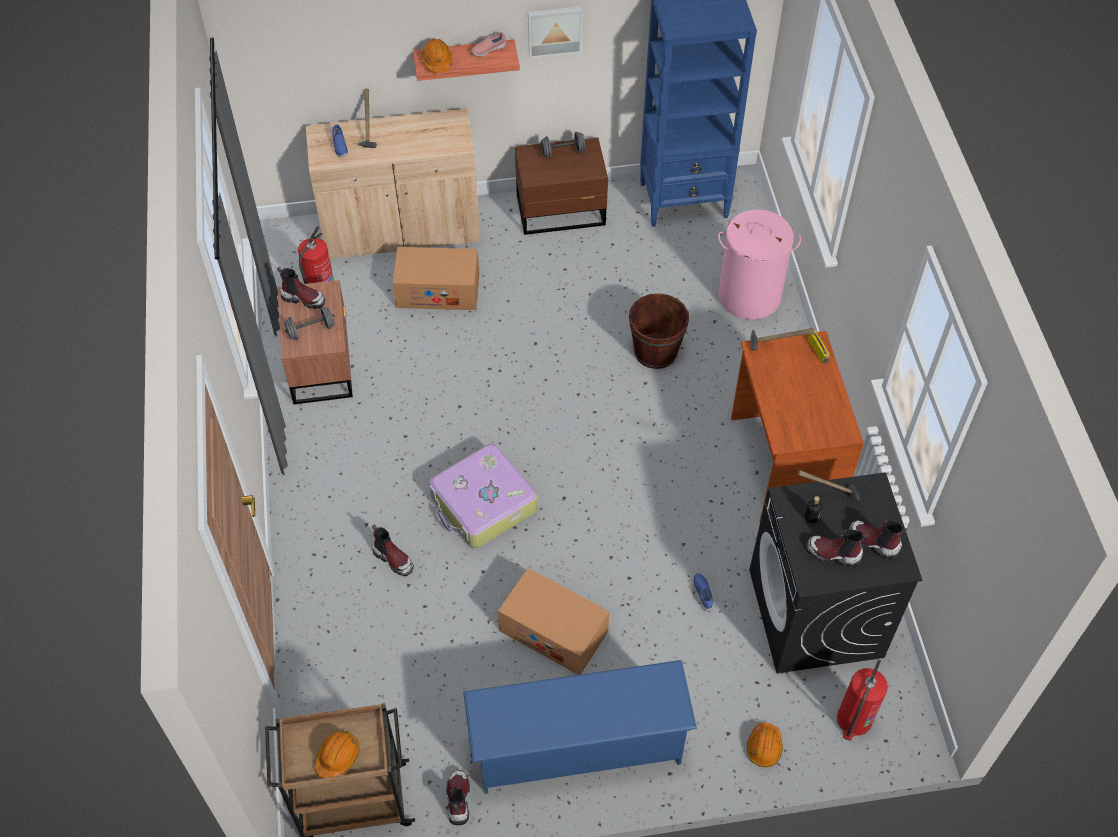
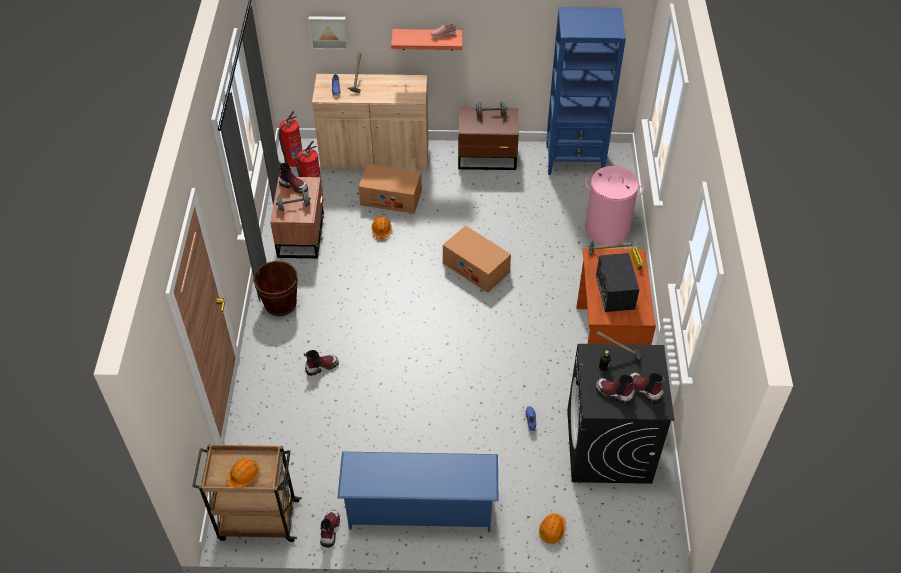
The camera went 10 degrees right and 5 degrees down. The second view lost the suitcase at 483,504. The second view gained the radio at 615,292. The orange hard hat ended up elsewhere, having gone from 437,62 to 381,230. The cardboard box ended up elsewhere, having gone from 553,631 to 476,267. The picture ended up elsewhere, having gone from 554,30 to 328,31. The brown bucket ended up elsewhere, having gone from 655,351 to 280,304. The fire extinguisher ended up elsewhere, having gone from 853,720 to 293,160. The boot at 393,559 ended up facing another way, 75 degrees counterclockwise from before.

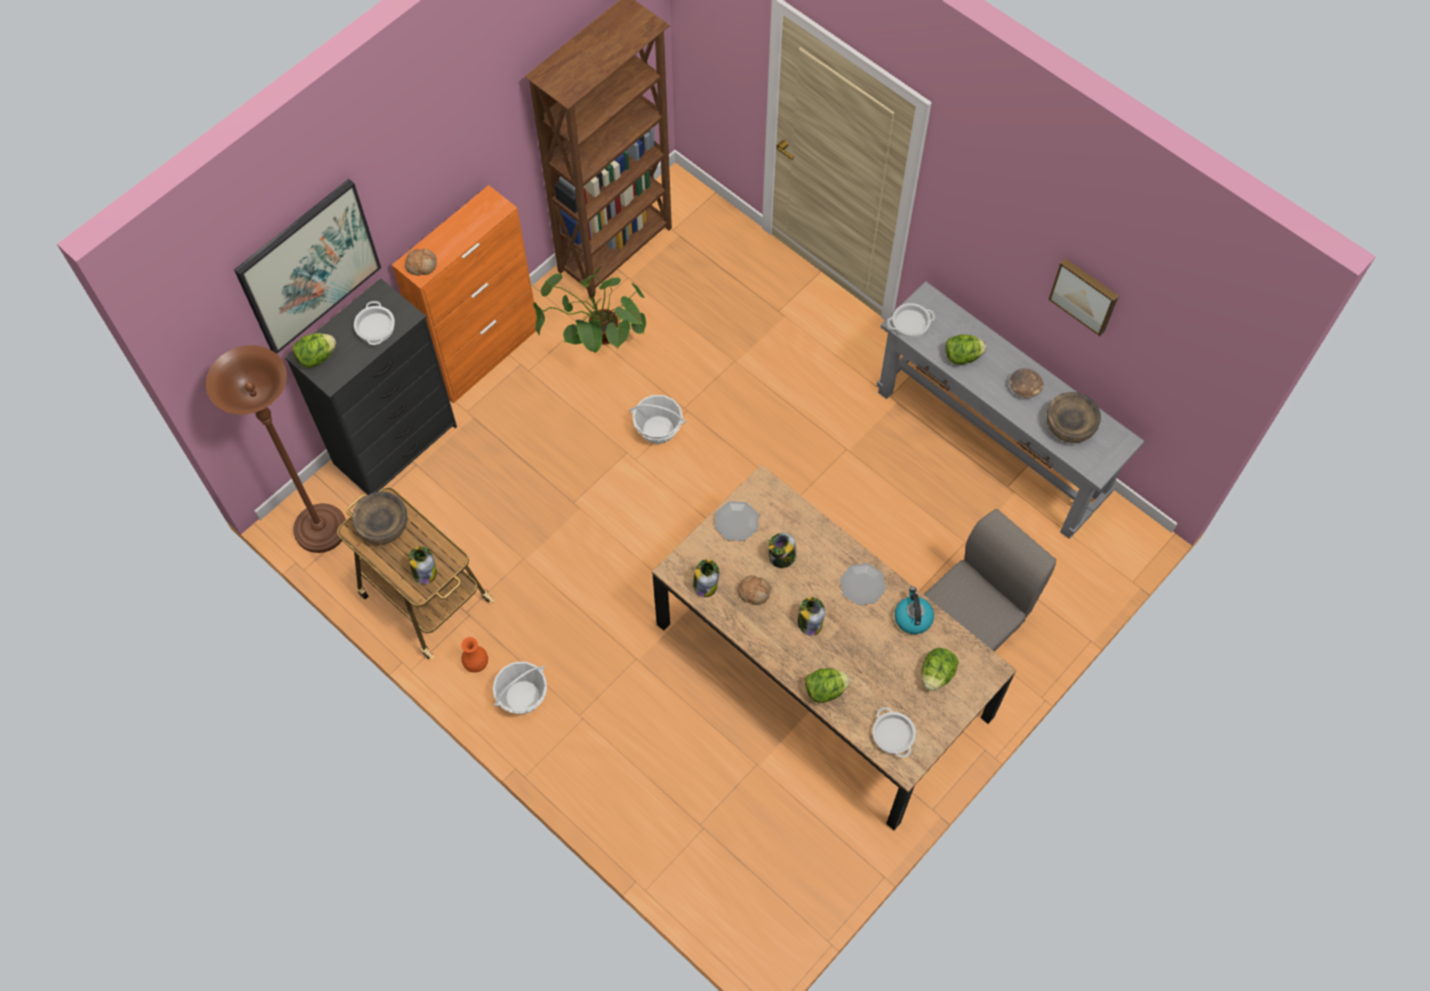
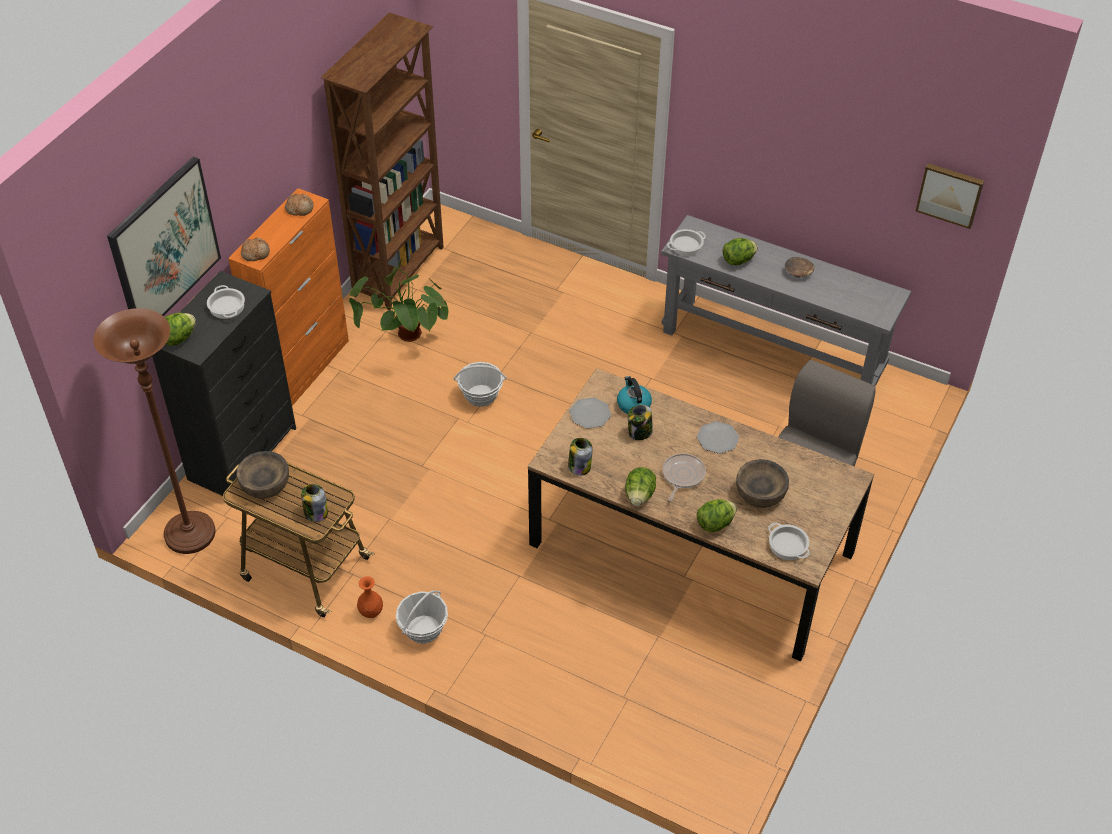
The camera went 15 degrees left and 15 degrees down. The bread ended up elsewhere, having gone from 754,591 to 300,208. The kettle ended up elsewhere, having gone from 912,617 to 633,404. The lettuce ended up elsewhere, having gone from 937,674 to 639,495. The brown bowl ended up elsewhere, having gone from 1069,425 to 760,493. The picture ended up elsewhere, having gone from 1085,295 to 950,194. Where the jar stood at 809,622, the frying pan came to stand at 682,476.

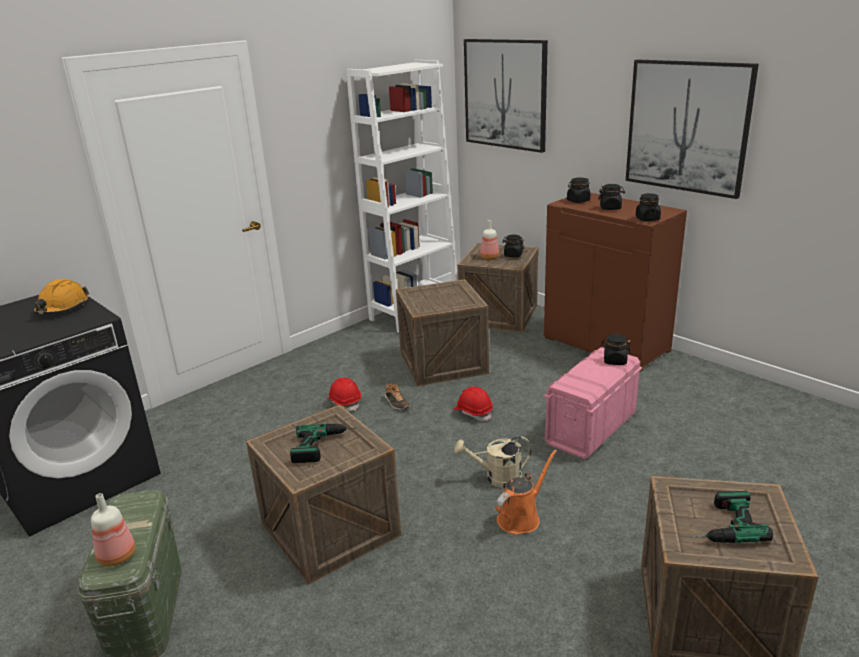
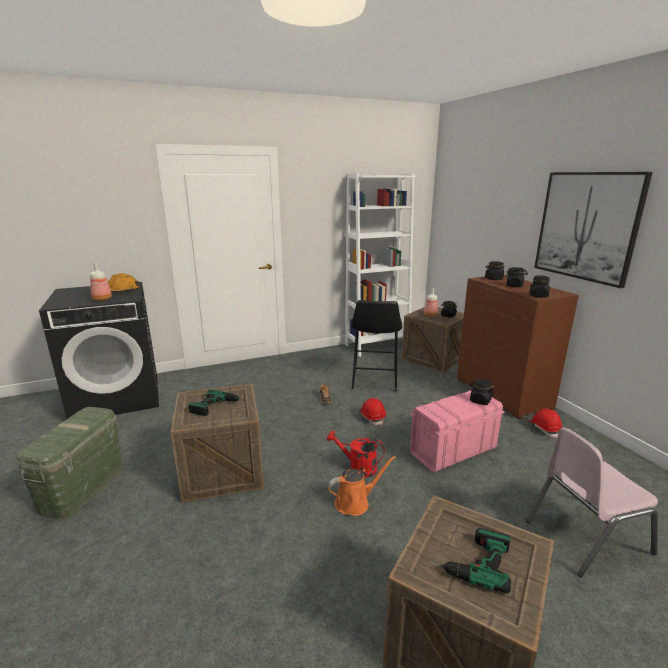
The camera went 20 degrees right and 5 degrees down. The second view lost the picture at 505,94. The second view gained the pink chair at 585,536. The bottle ended up elsewhere, having gone from 117,557 to 101,299. The red hard hat ended up elsewhere, having gone from 345,402 to 544,428. Where the crate stood at 443,363, the black stool came to stand at 374,380. What was the beige watering can at 497,478 turned into the red watering can at 357,467.

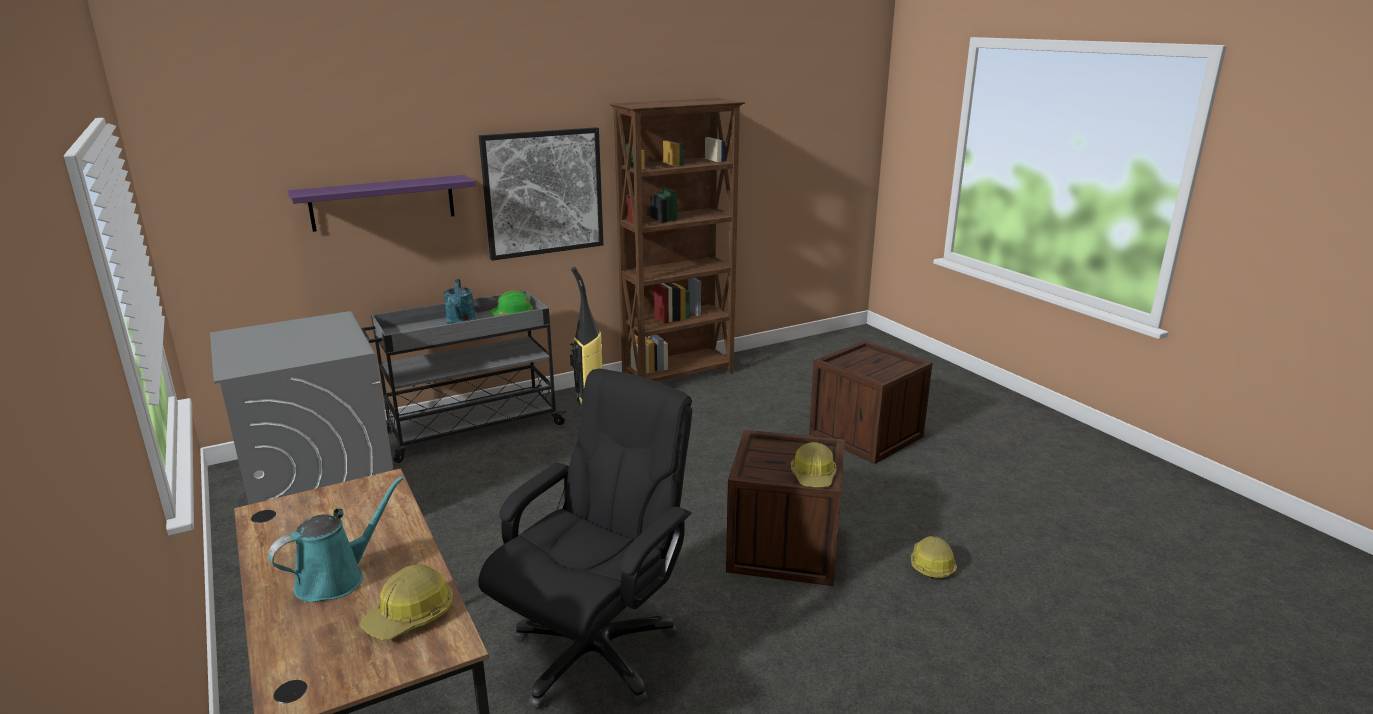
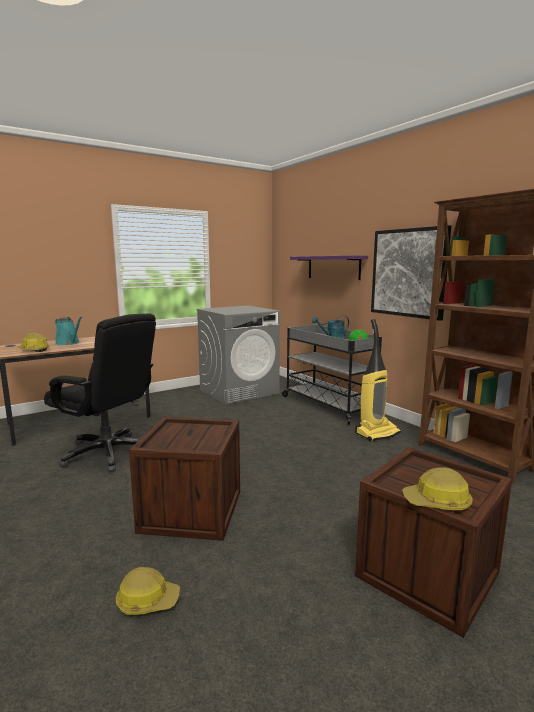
The camera went 85 degrees right and 10 degrees down. The hard hat ended up elsewhere, having gone from 813,476 to 437,502.

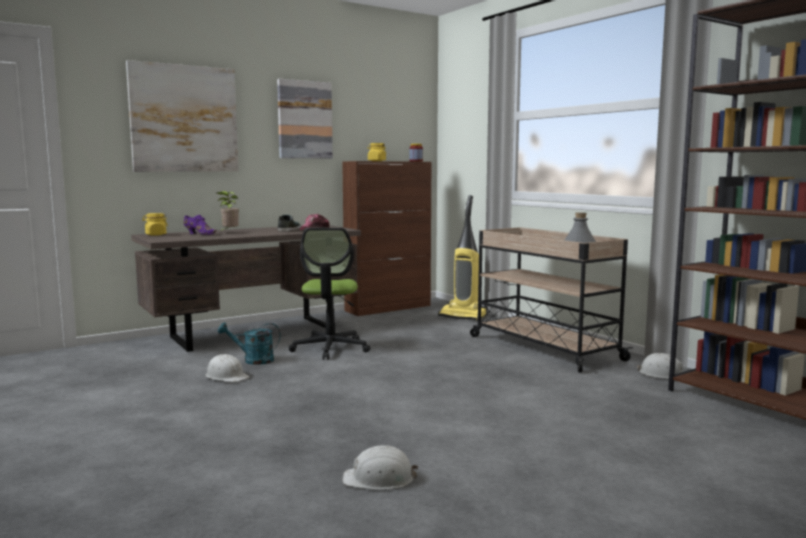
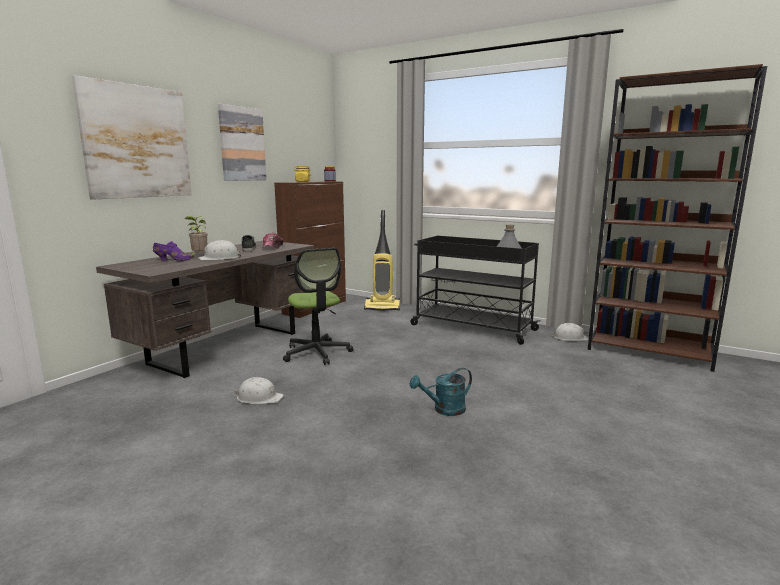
The camera went 25 degrees left and 5 degrees up. The second view lost the yellow jar at 155,234. The turquoise watering can ended up elsewhere, having gone from 253,360 to 444,410. The white hard hat ended up elsewhere, having gone from 379,479 to 220,258. What was the beige cart at 542,347 turned into the black cart at 471,327.

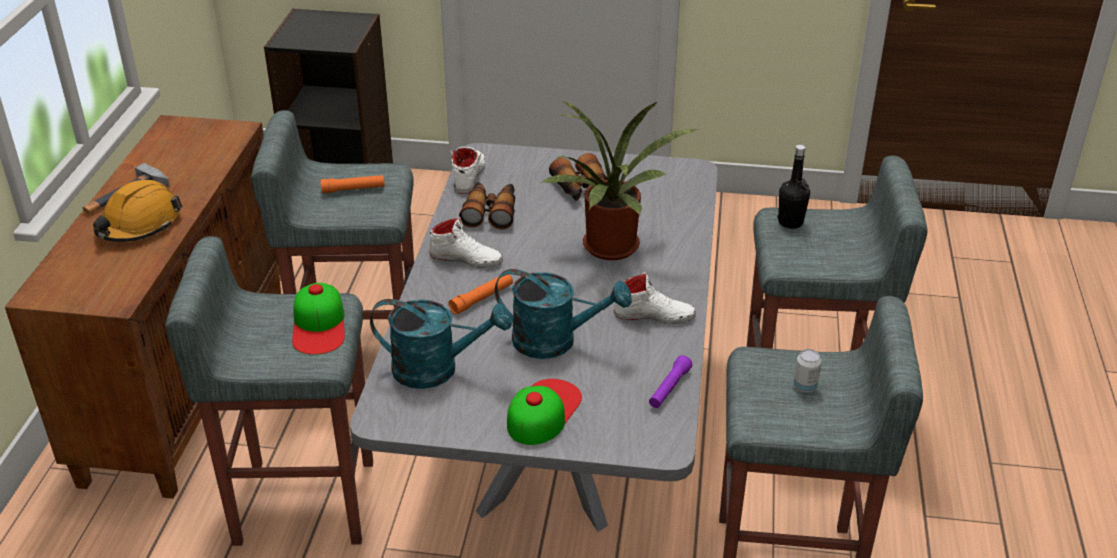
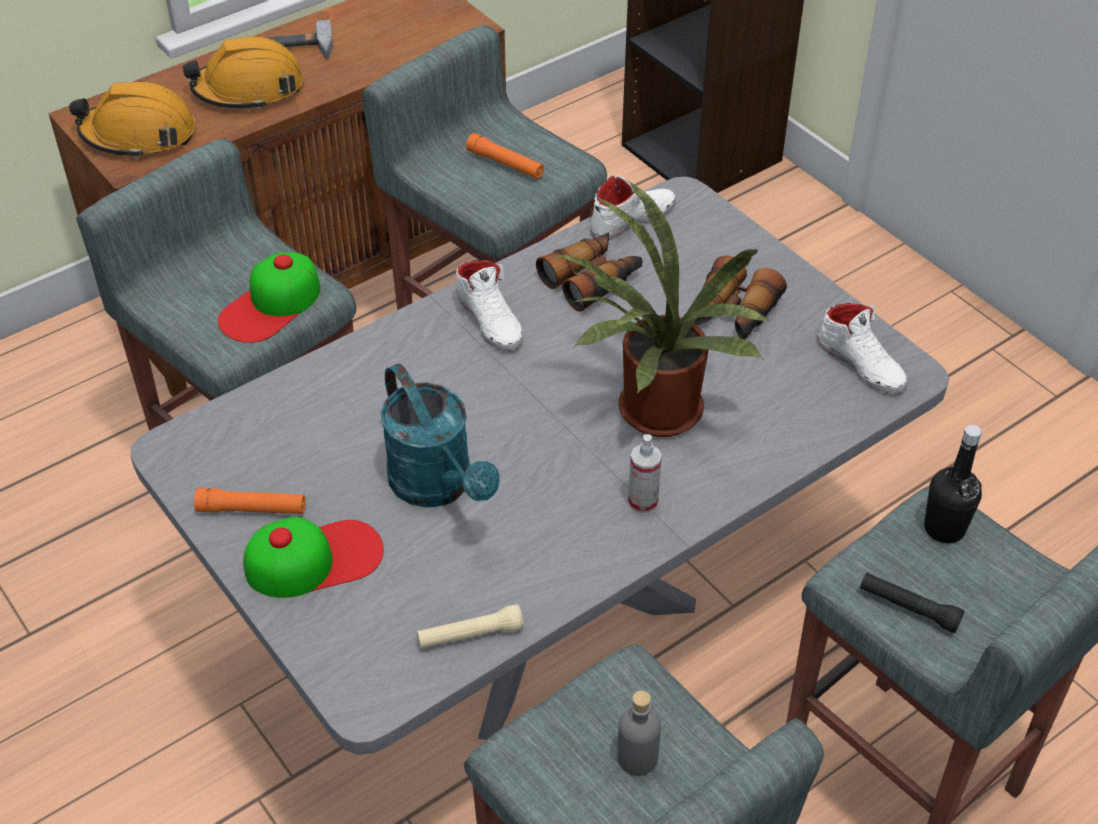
The camera went 45 degrees right and 10 degrees up. The second view lost the turquoise watering can at 437,369. The second view gained the orange hard hat at 139,135. The second view gained the spray bottle at 643,502. The second view gained the black flashlight at 908,608. The orange flashlight ended up elsewhere, having gone from 482,298 to 252,509. The white shoe ended up elsewhere, having gone from 654,314 to 861,363. Where the can stood at 805,387, the grey bottle came to stand at 637,758. What was the purple flashlight at 669,388 turned into the beige flashlight at 470,635.

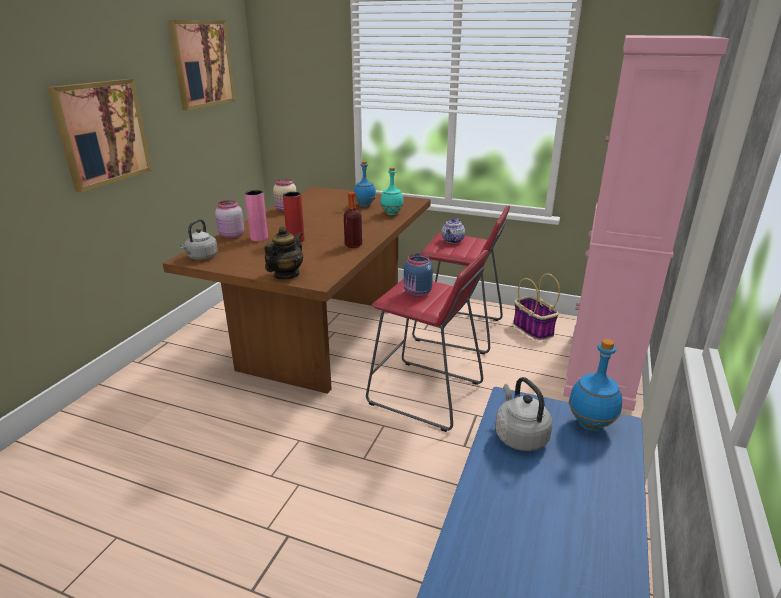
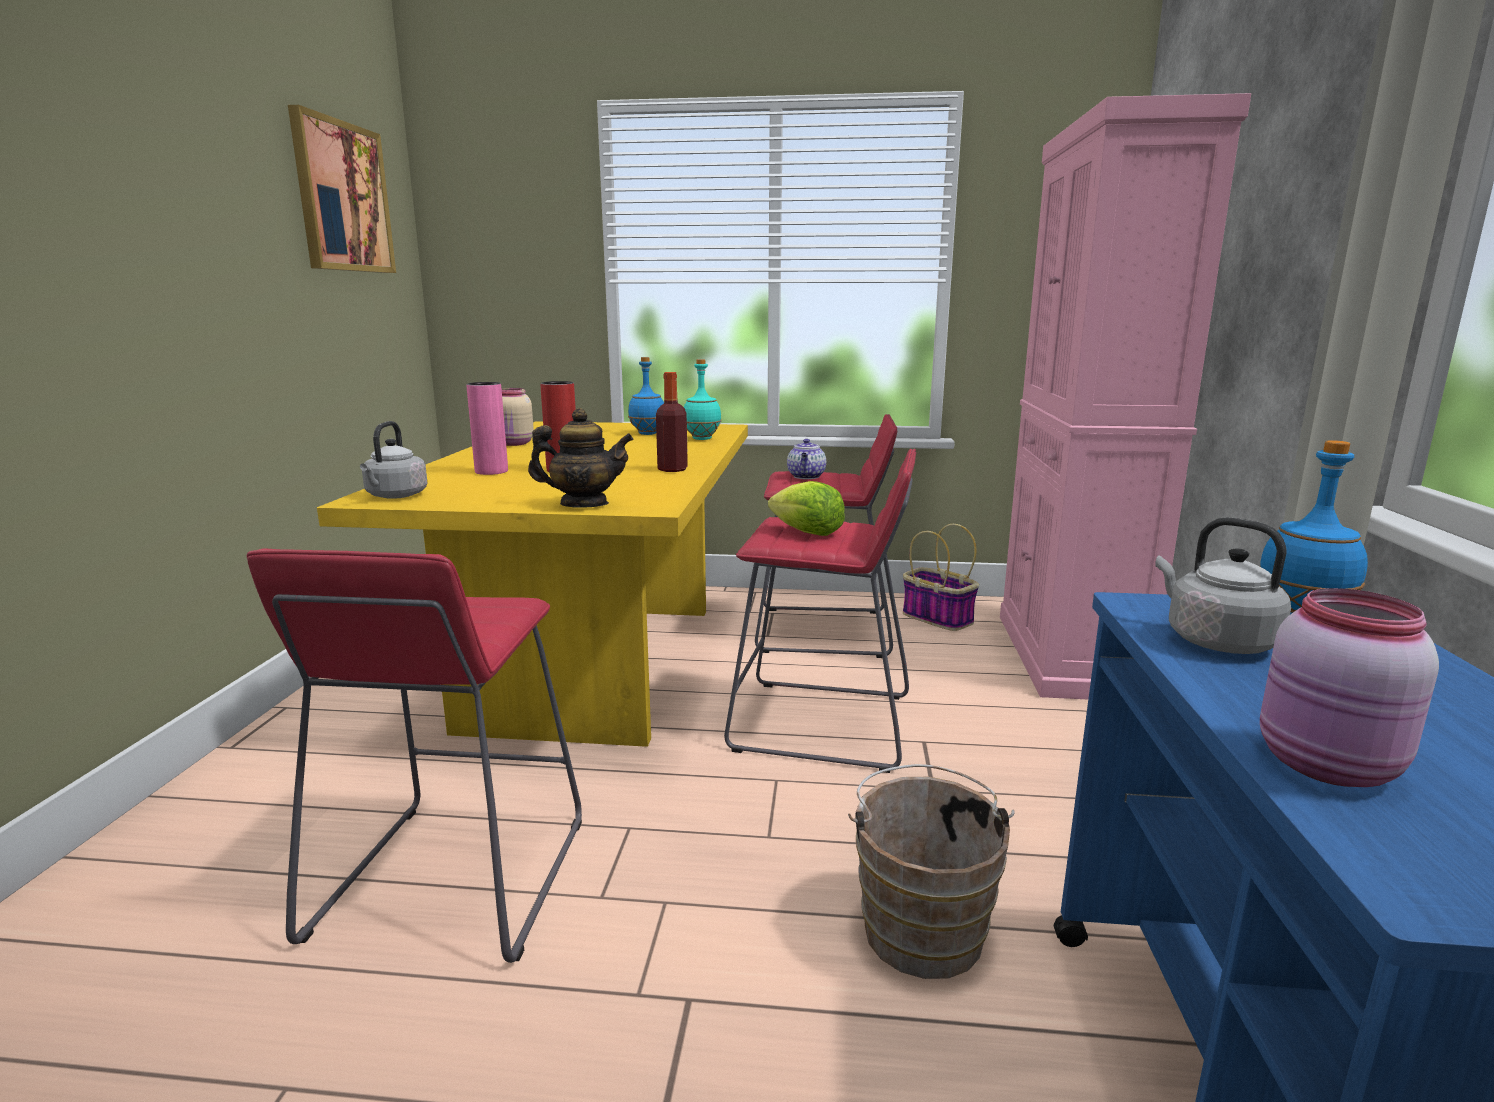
The camera went 15 degrees left and 10 degrees down. The second view lost the picture at 102,133. The second view gained the red stool at 453,879. The second view gained the brown bucket at 921,926. The pink jar ended up elsewhere, having gone from 231,236 to 1328,767. Where the blue jar stood at 417,293, the lettuce came to stand at 806,532. What was the brown dining table at 323,335 turned into the yellow dining table at 596,662. The teapot at 286,275 ended up facing another way, 75 degrees clockwise from before.

